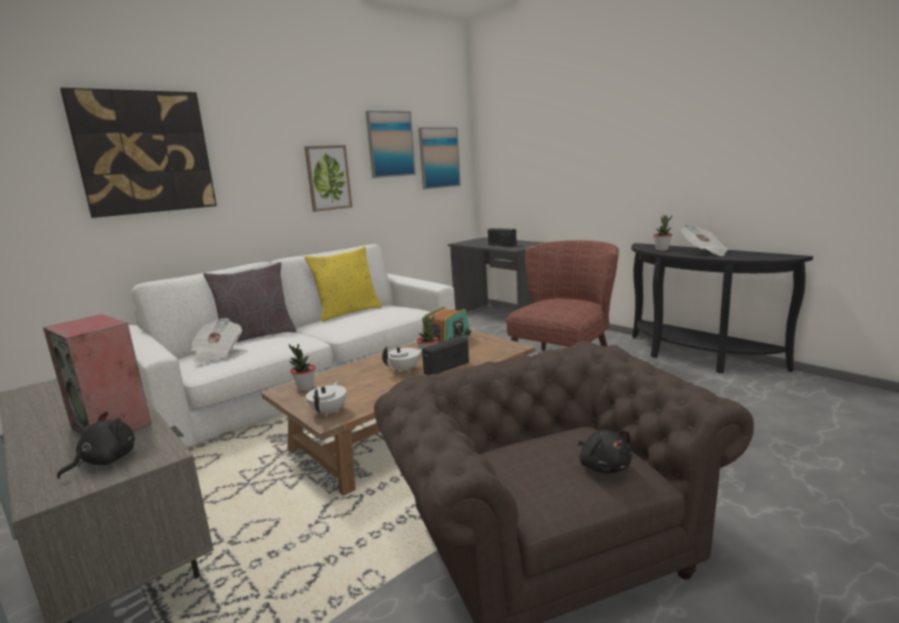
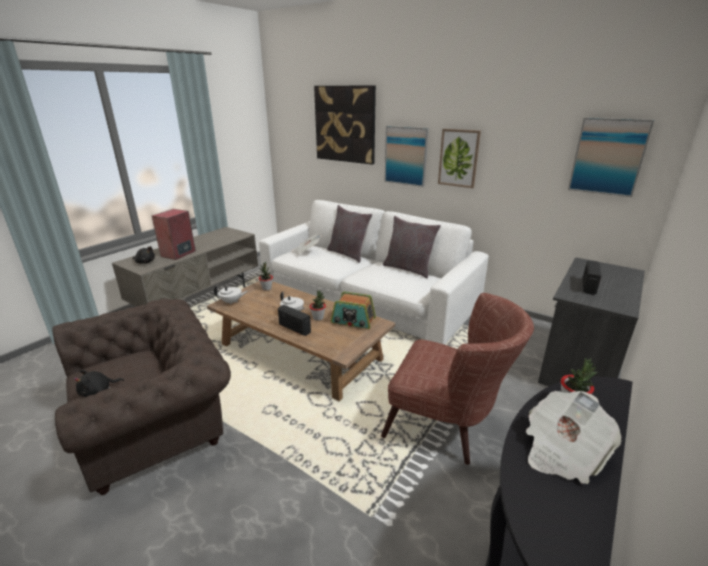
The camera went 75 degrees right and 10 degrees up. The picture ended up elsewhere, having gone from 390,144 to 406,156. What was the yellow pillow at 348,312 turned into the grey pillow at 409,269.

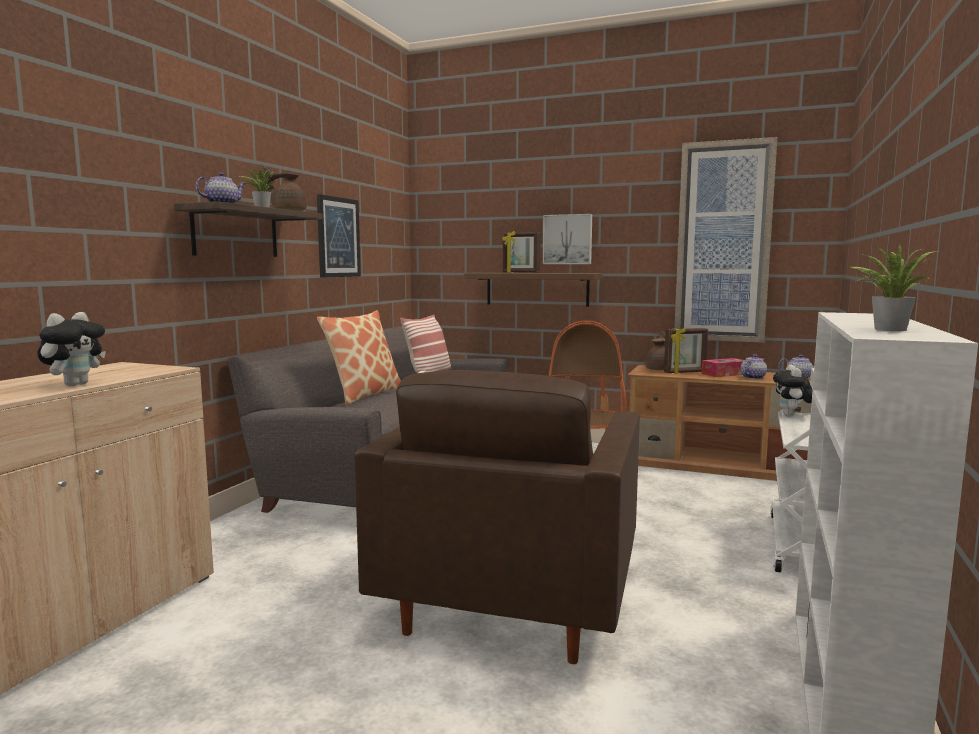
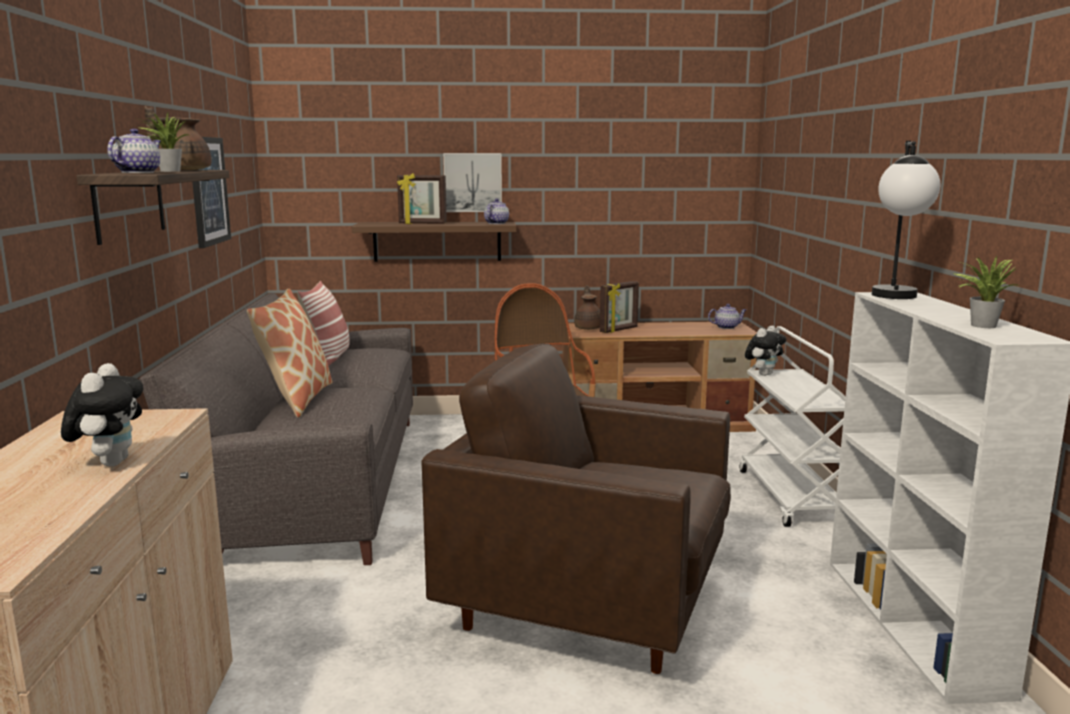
The camera went 25 degrees left and 5 degrees up. The second view lost the picture at 723,242. The second view lost the tissue box at 724,374. The second view gained the table lamp at 896,298. The teapot ended up elsewhere, having gone from 753,377 to 496,223. The brown armchair at 512,597 ended up facing another way, 120 degrees clockwise from before. The plush toy at 791,416 ended up facing another way, 120 degrees counterclockwise from before.

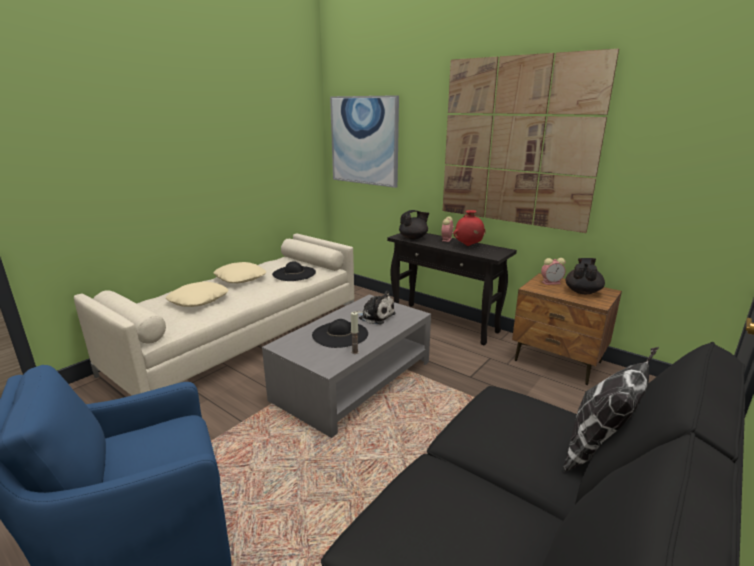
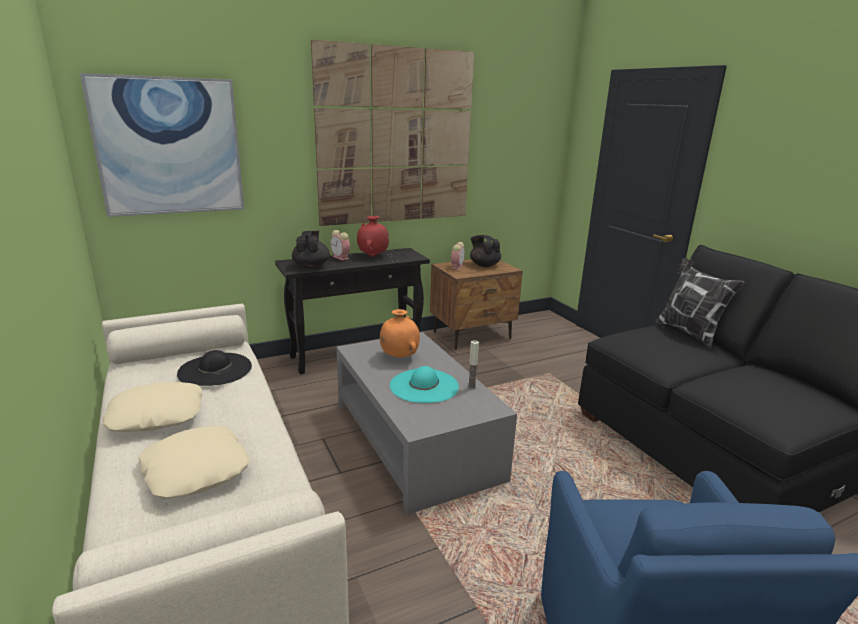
The camera went 65 degrees left and 0 degrees up. Where the plush toy stood at 375,316, the orange vase came to stand at 399,357. What was the black hat at 340,334 turned into the turquoise hat at 424,386.

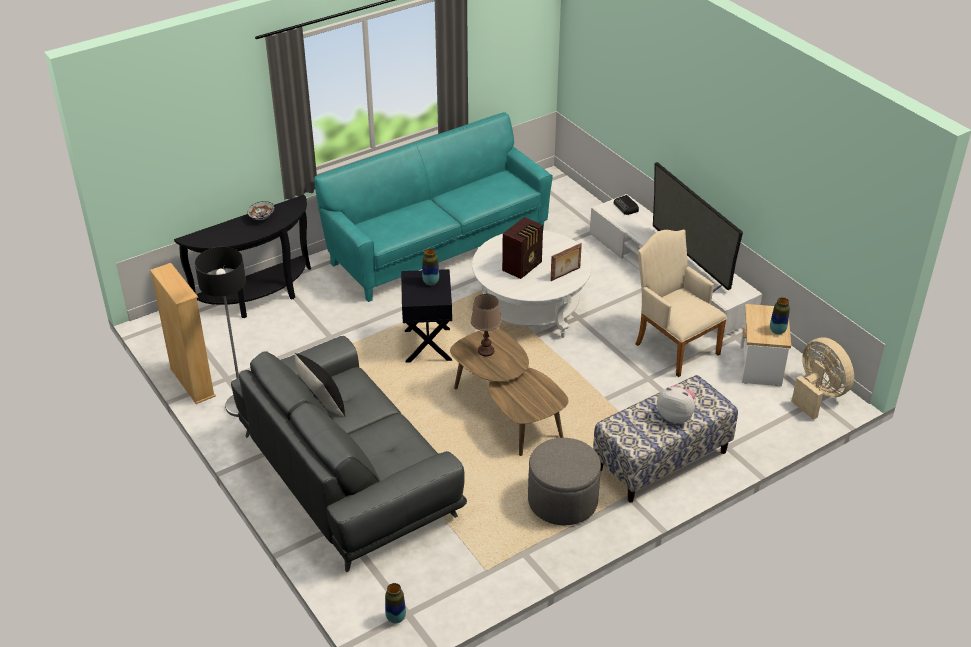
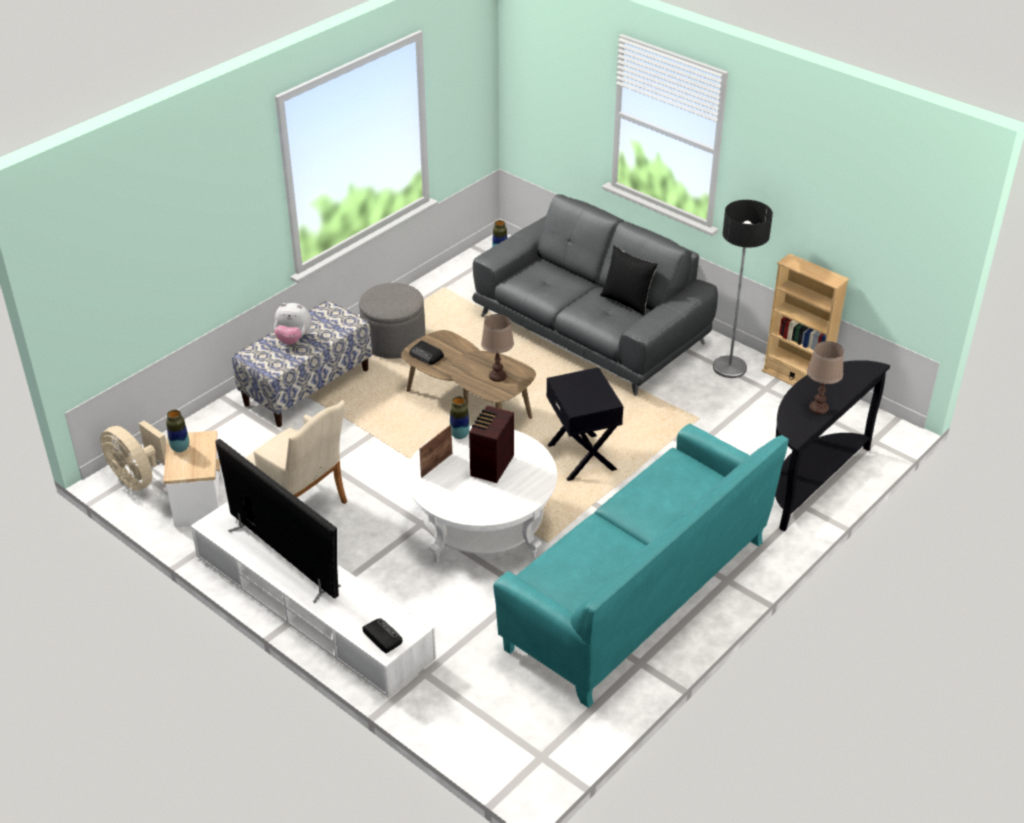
The camera went 165 degrees right and 0 degrees up. The second view gained the radio at 426,355. The vase ended up elsewhere, having gone from 430,282 to 459,435. Where the bowl stood at 262,217, the brown table lamp came to stand at 818,408.

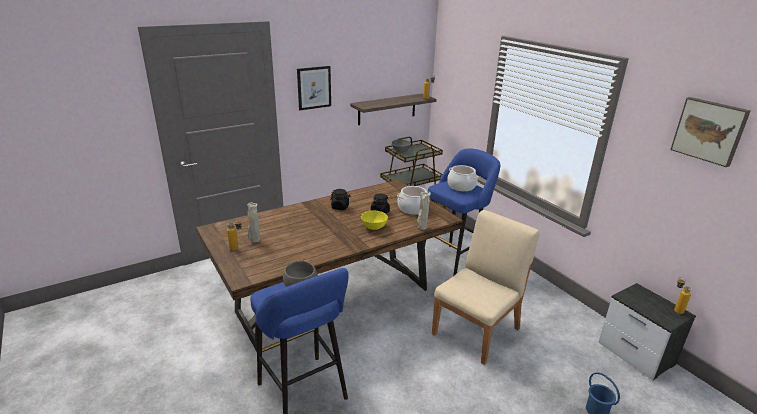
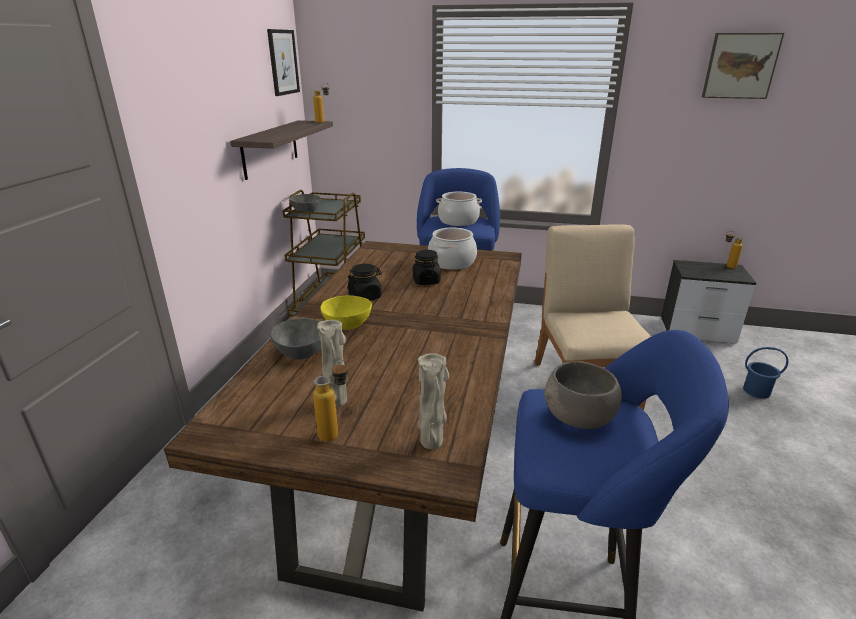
The camera went 45 degrees left and 0 degrees up. The second view gained the grey bowl at 301,352. The picture ended up elsewhere, having gone from 314,87 to 283,62. The yellow bowl ended up elsewhere, having gone from 374,227 to 348,326. The beige vase ended up elsewhere, having gone from 422,228 to 431,443.

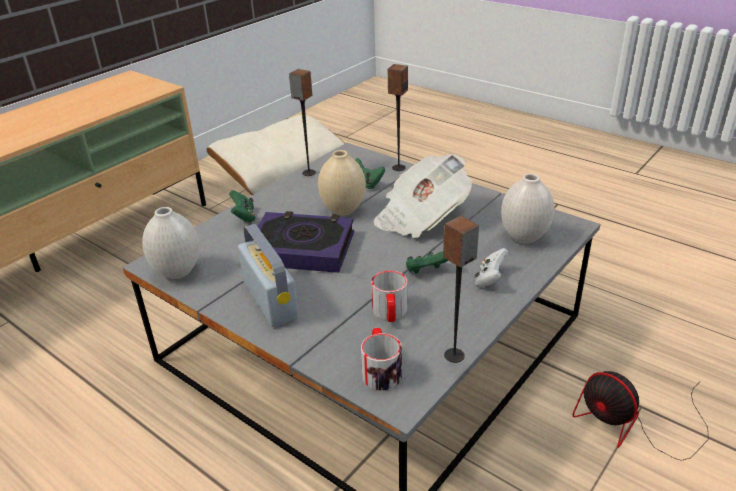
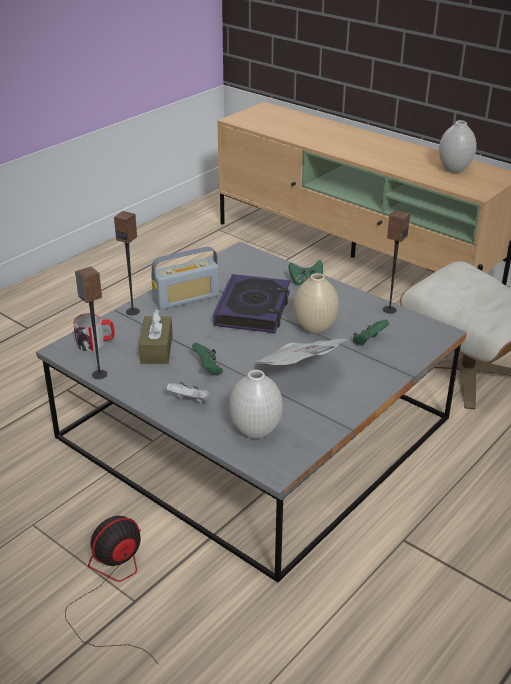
The camera went 90 degrees right and 0 degrees up. The white vase ended up elsewhere, having gone from 177,272 to 453,170. The speaker ended up elsewhere, having gone from 398,168 to 133,311. Where the mug stood at 390,313, the brown tissue box came to stand at 156,349.

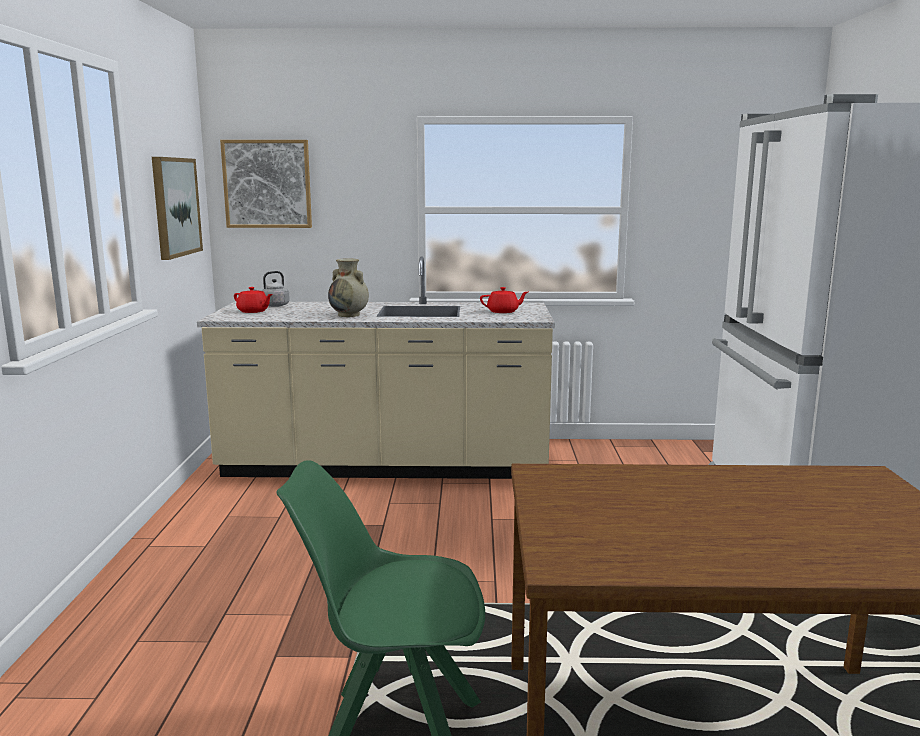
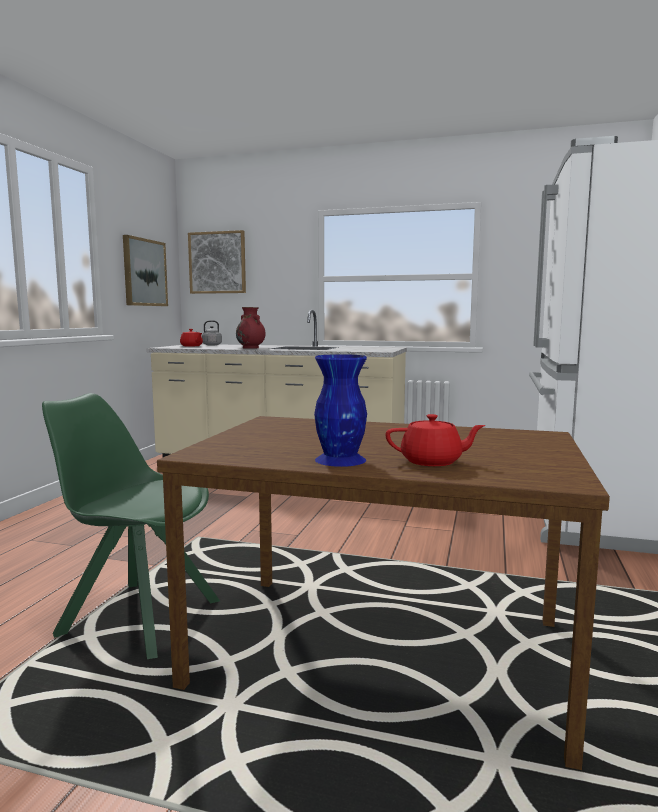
The camera went 15 degrees right and 5 degrees down. The second view gained the blue vase at 341,460. The red teapot ended up elsewhere, having gone from 503,311 to 432,461. What was the beige vase at 349,315 turned into the red vase at 251,348.

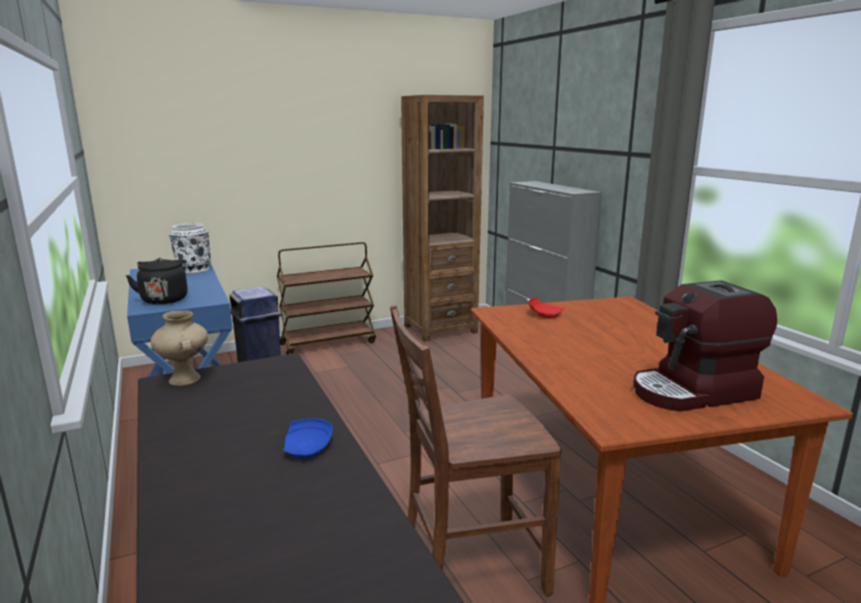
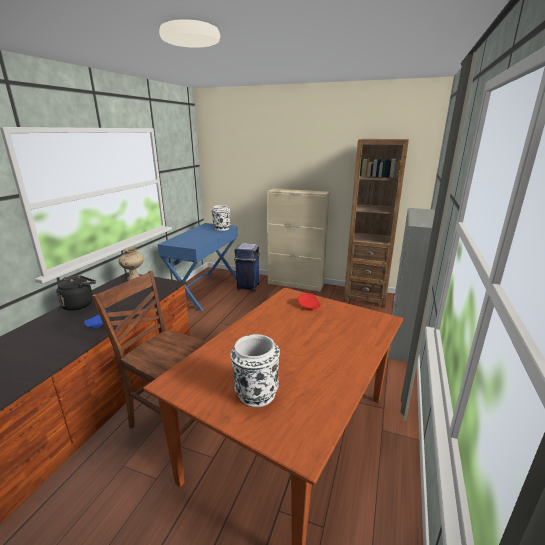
The camera went 45 degrees right and 5 degrees up. The black kettle ended up elsewhere, having gone from 164,299 to 79,304. Where the brown cart stood at 328,343, the beige cabinet came to stand at 296,284. Where the coffee machine stood at 693,392, the white vase came to stand at 256,394.

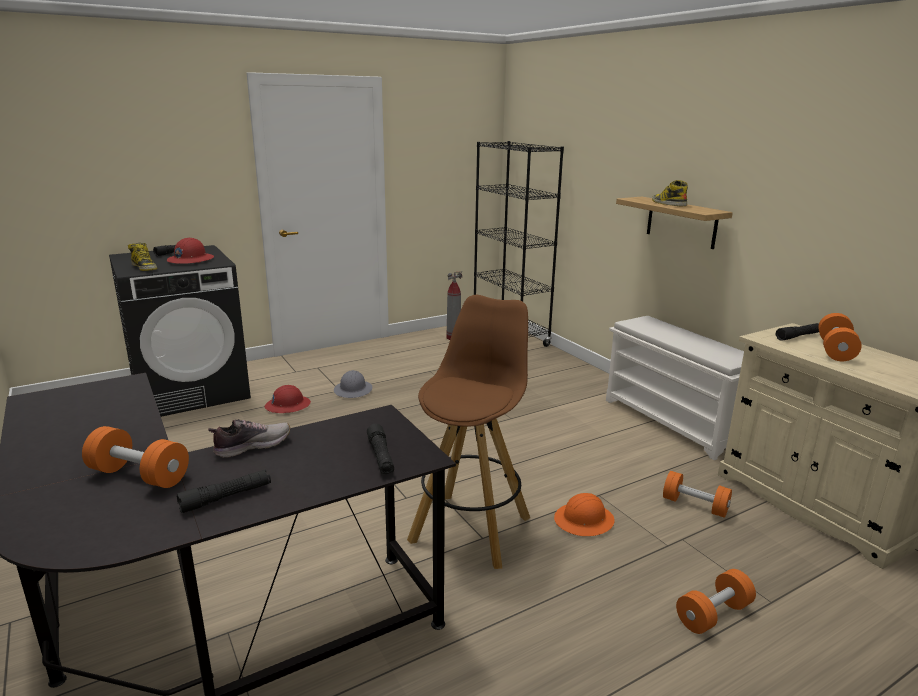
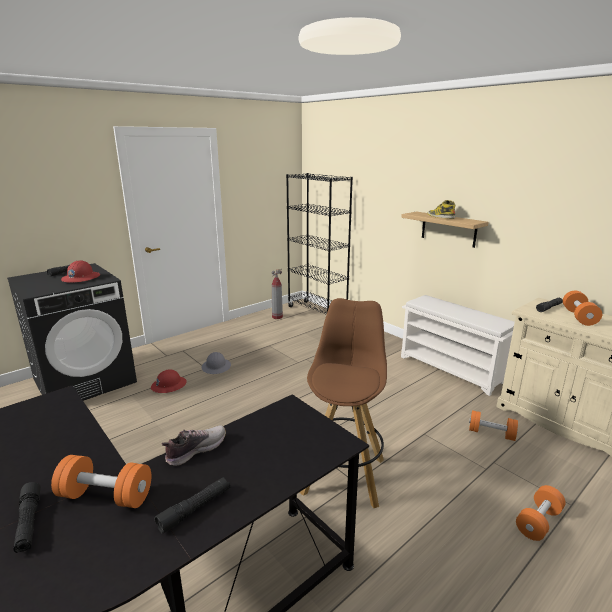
The camera went 10 degrees left and 0 degrees up. The second view lost the boot at 144,267. The second view lost the orange hard hat at 584,521. The black flashlight ended up elsewhere, having gone from 381,456 to 29,522.

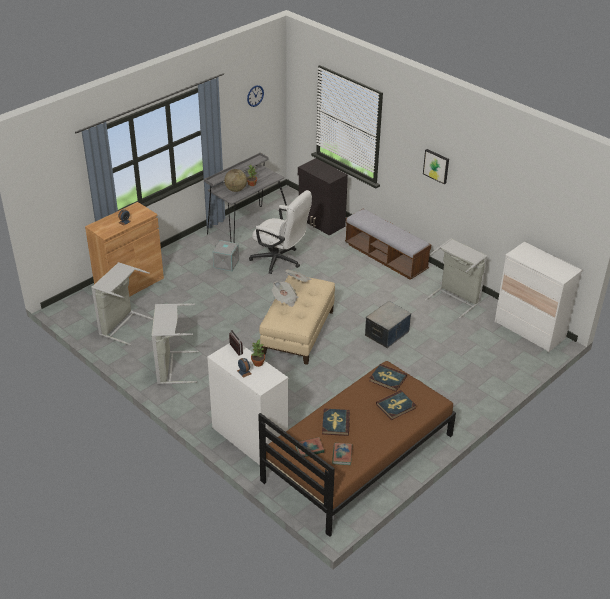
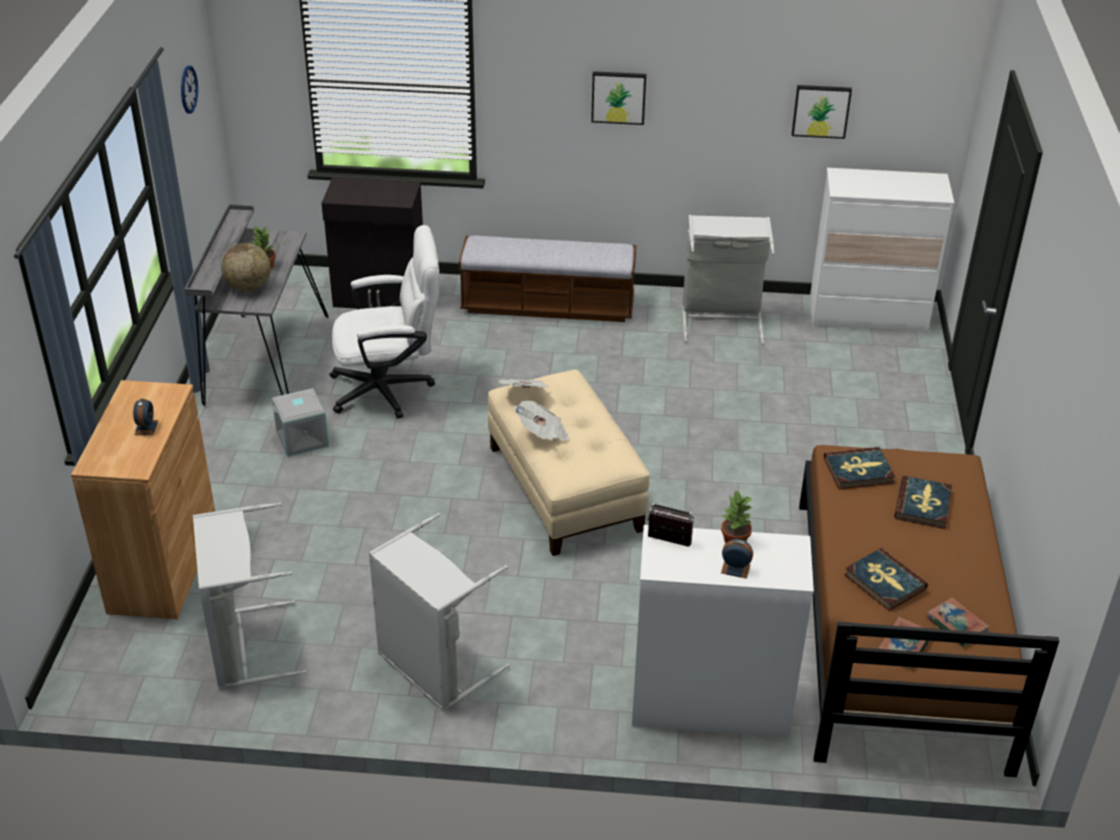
The camera went 40 degrees left and 0 degrees up. The second view lost the storage box at 387,334. The second view gained the picture at 821,110.

